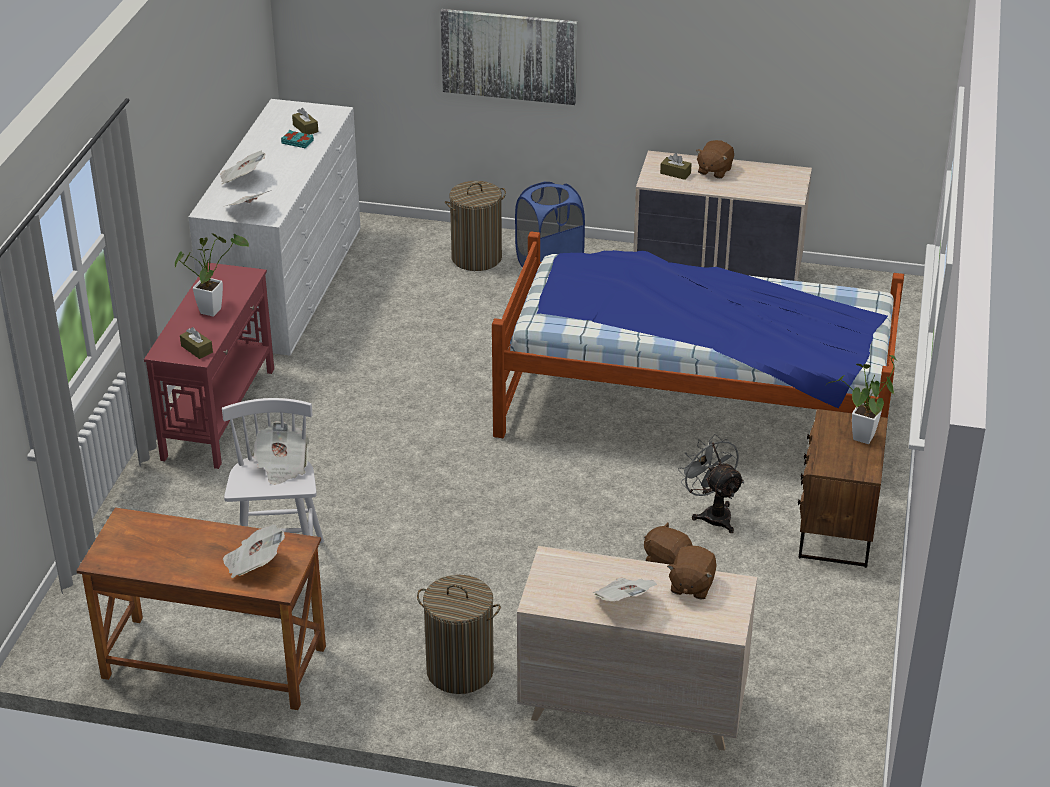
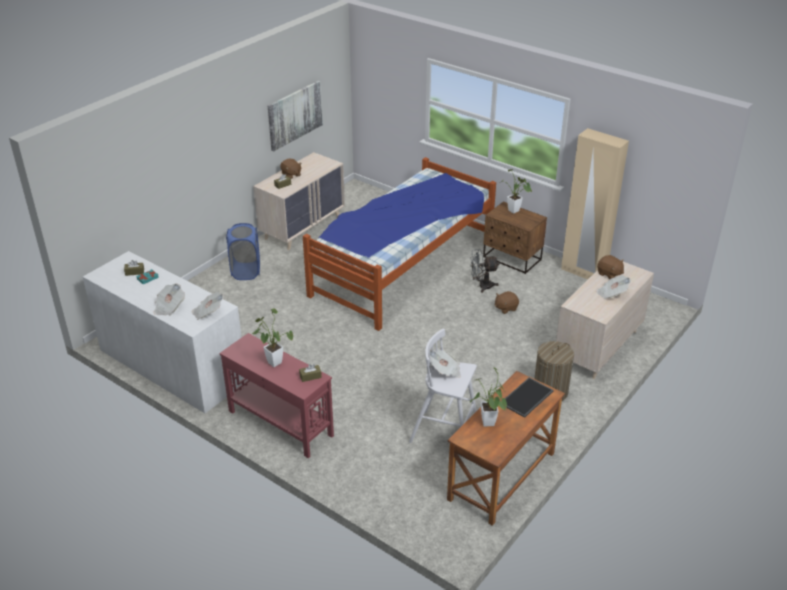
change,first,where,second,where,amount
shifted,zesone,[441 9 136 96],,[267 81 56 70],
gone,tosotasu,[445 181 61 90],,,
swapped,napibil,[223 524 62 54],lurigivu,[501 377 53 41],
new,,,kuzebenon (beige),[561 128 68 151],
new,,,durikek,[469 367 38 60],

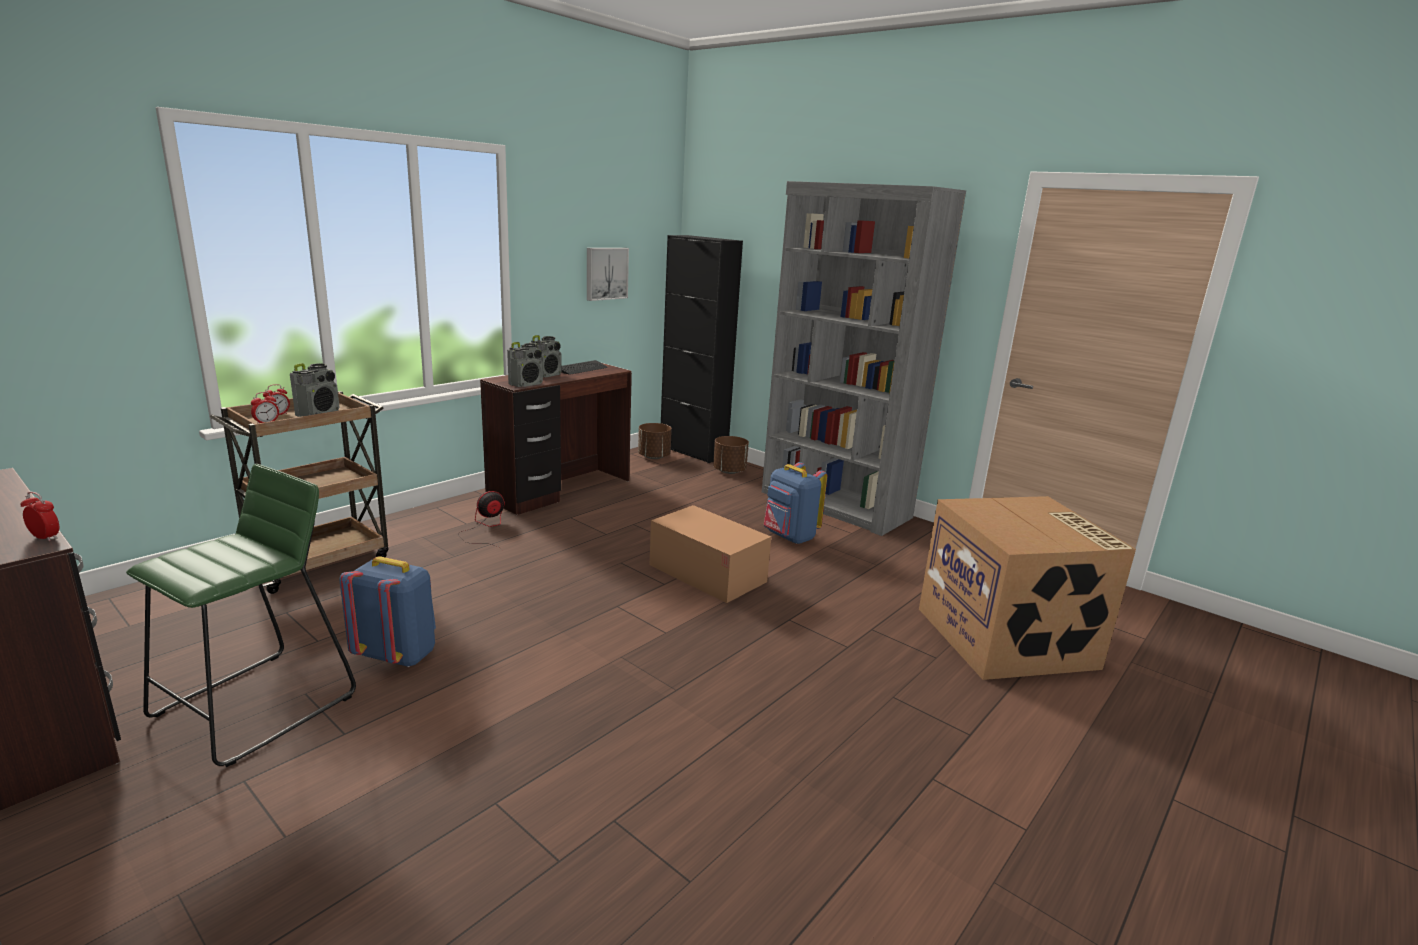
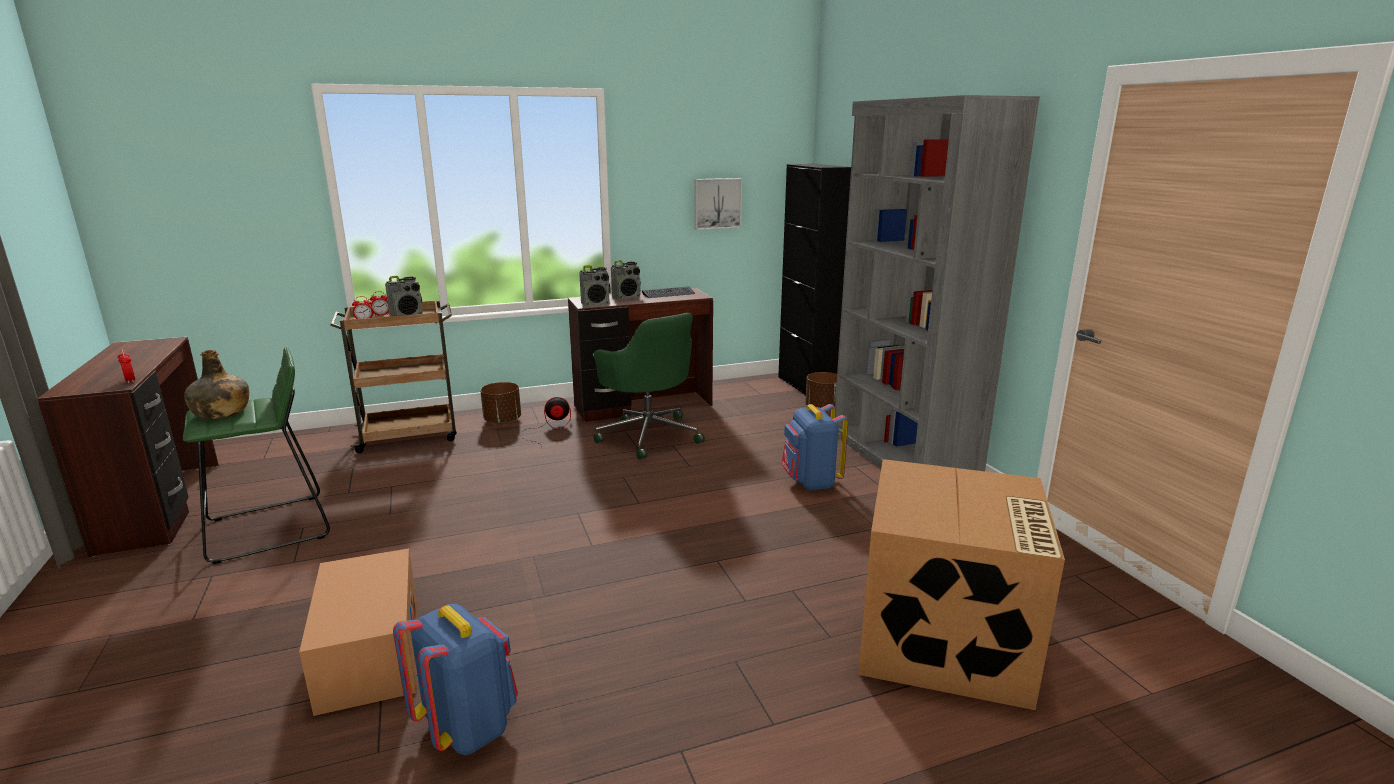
change,first,where,second,where,amount
shifted,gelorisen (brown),[638 423 34 36],,[480 382 41 42],
shifted,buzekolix,[650 505 121 98],,[299 548 118 168],
shifted,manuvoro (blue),[340 556 96 111],,[393 604 125 151],
new,,,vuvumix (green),[594 313 111 146],
new,,,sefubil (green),[184 350 65 69],

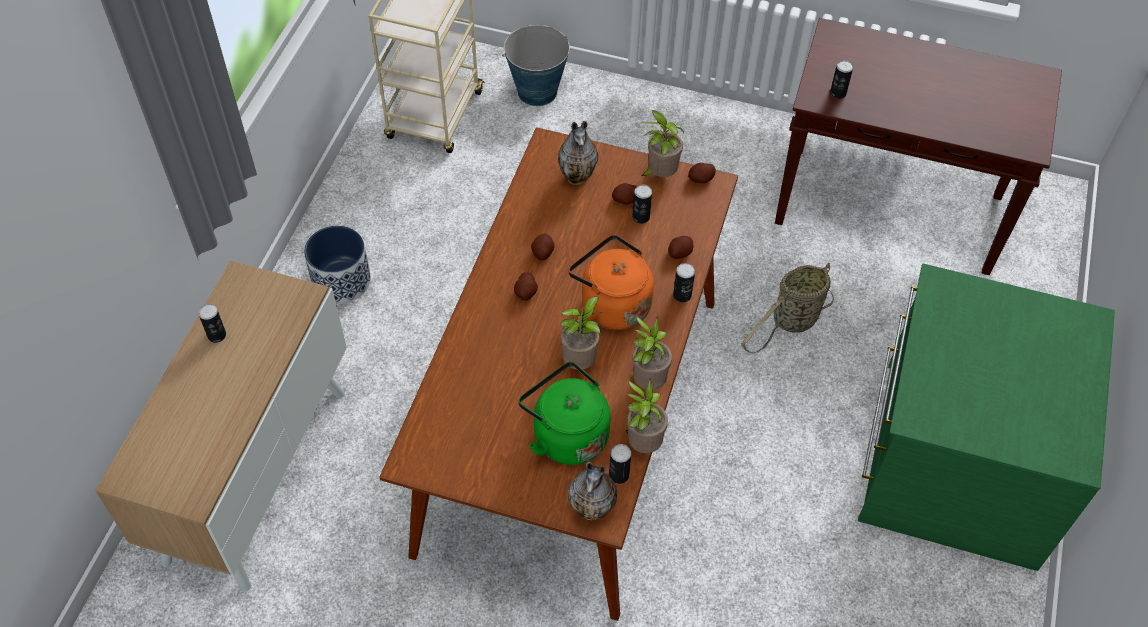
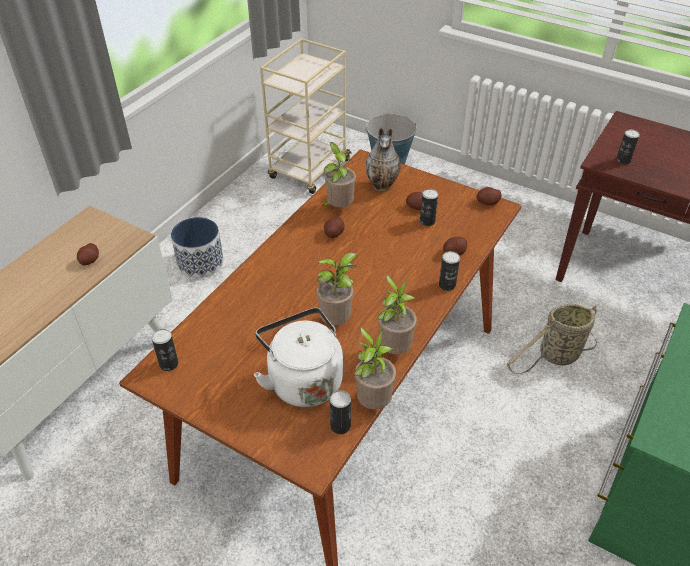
change,first,where,second,where,amount
shifted,durikek,[641 111 43 66],,[319 142 37 65],
gone,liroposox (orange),[568 235 86 95],,,
shifted,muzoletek,[514 272 24 29],,[77 243 22 22],
shifted,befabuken,[198 304 28 39],,[152 329 26 42],
repainted,liroposox (green),[519 362 92 103],liroposox (white),[253 308 90 99],
gone,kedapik,[568 462 49 58],,,

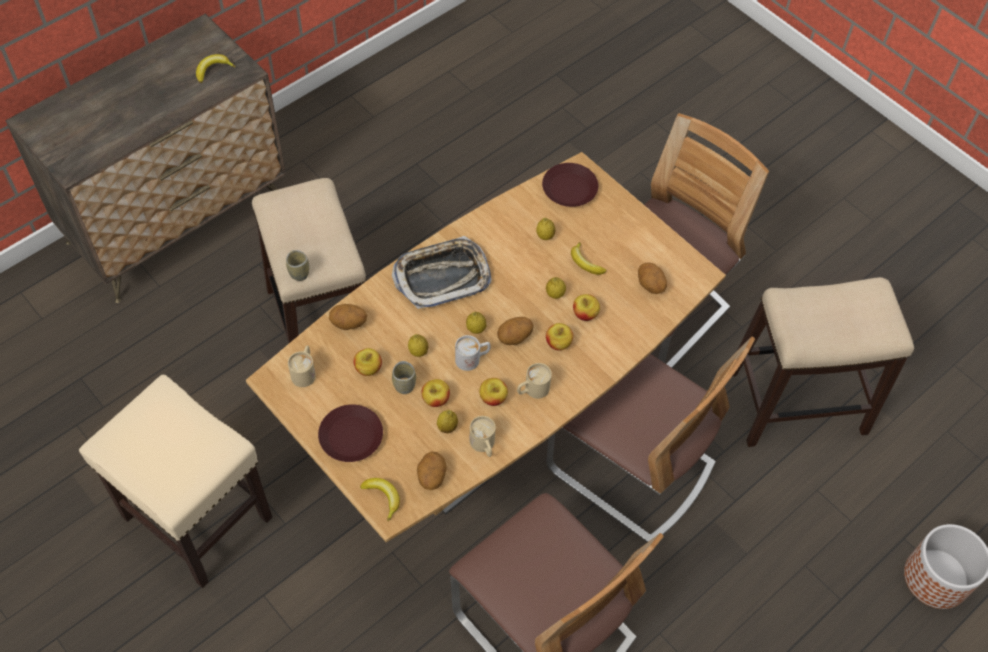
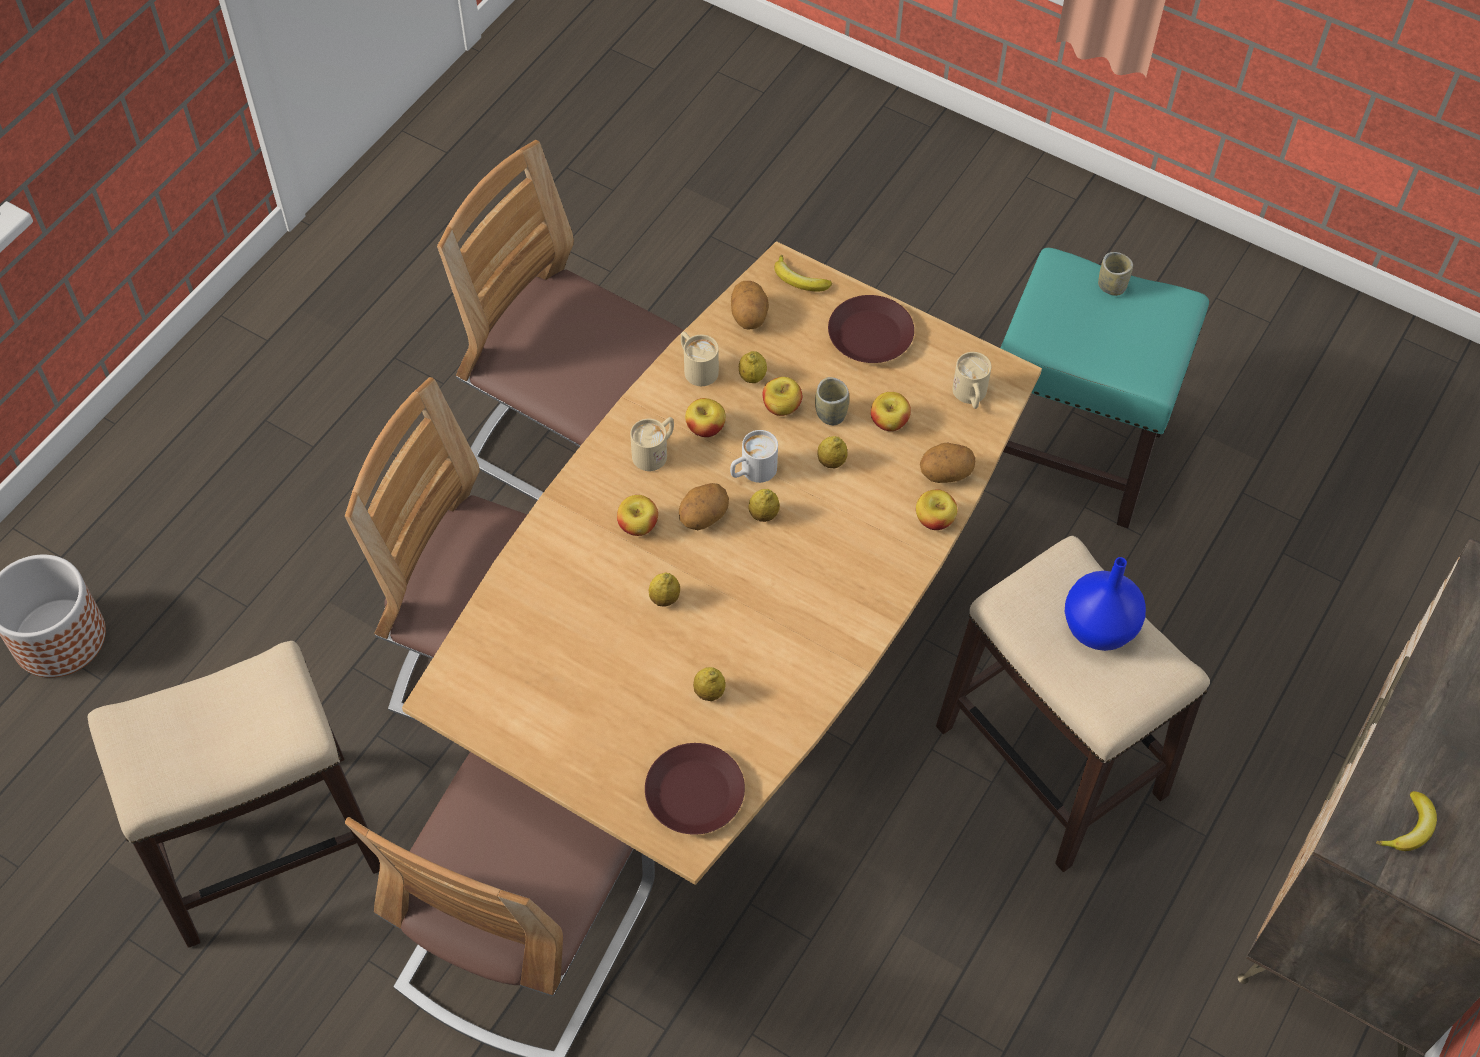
change,first,where,second,where,amount
gone,lurigivu,[392 236 100 73],,,
gone,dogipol,[571 242 35 33],,,
shifted,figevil,[286 250 23 31],,[1098 252 35 44],
gone,muzoletek,[638 263 29 31],,,
shifted,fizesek,[573 294 27 27],,[916 490 41 40],
repainted,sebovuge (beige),[79 375 193 213],sebovuge (turquoise),[1001 248 208 280],
new,,,kedapik (blue),[1065 557 81 94],

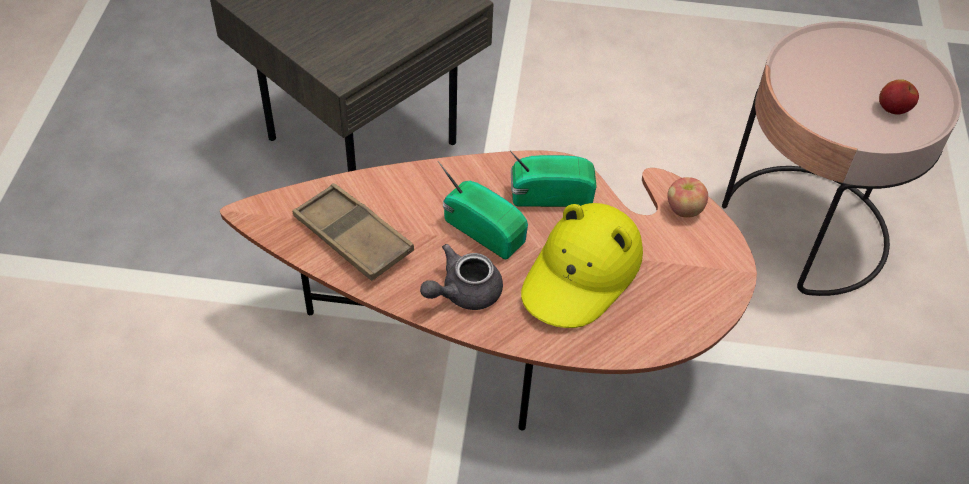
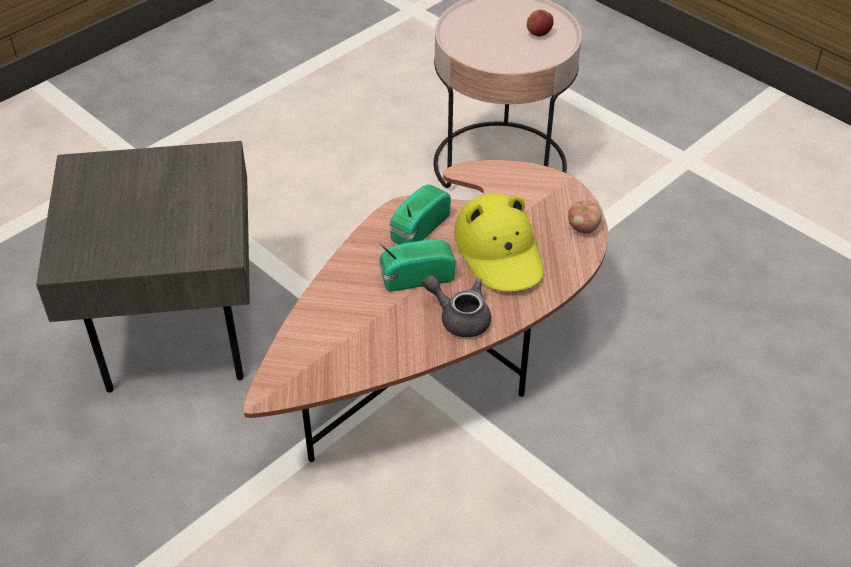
change,first,where,second,where,amount
shifted,fizesek,[667 177 41 41],,[568 200 34 34],
gone,lurigivu (brown),[293 183 121 98],,,
rotated,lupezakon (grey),[420 244 83 66],,[422 275 69 62],120 degrees clockwise

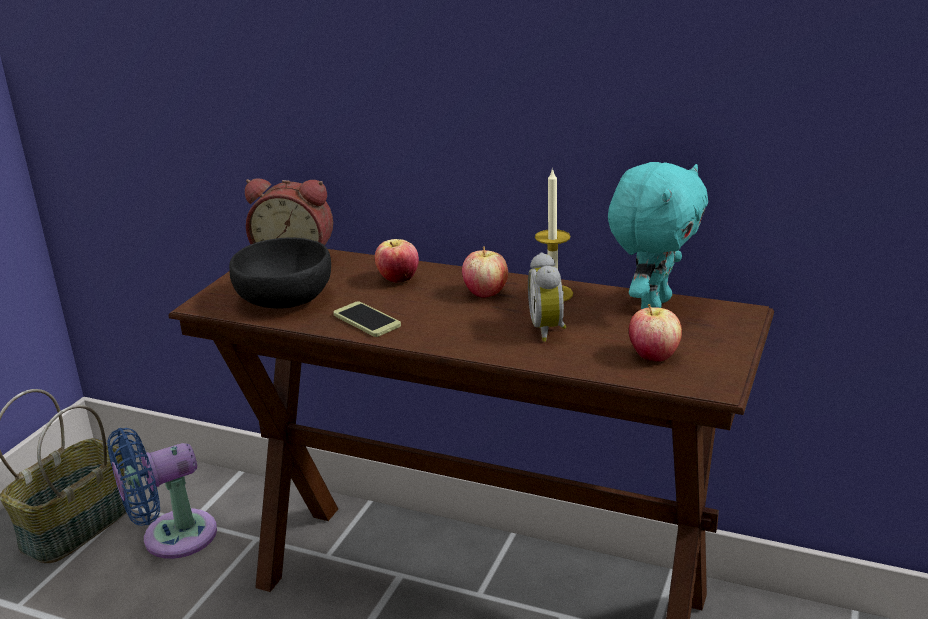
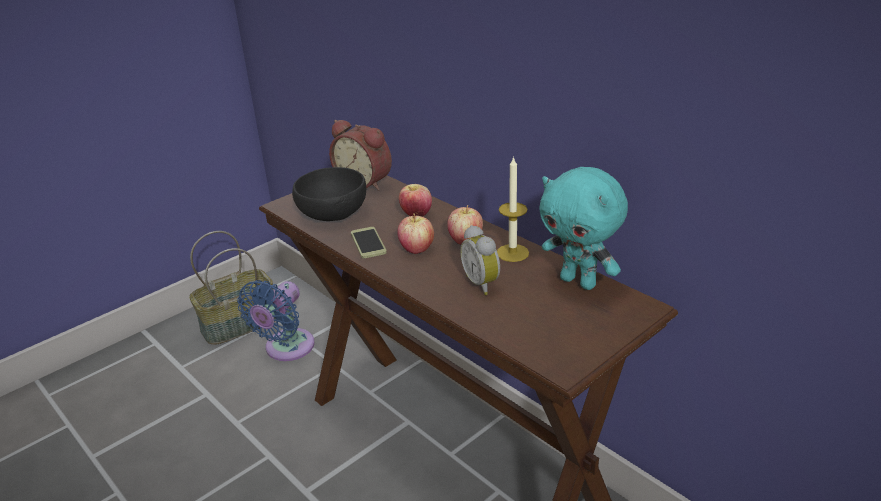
change,first,where,second,where,amount
rotated,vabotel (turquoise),[608 162 100 147],,[539 167 89 123],75 degrees clockwise
rotated,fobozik,[528 252 38 90],,[460 225 40 70],45 degrees counterclockwise
shifted,fizesek,[629 304 53 58],,[397 213 37 41],
rotated,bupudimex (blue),[107 428 110 131],,[237 280 78 81],60 degrees counterclockwise

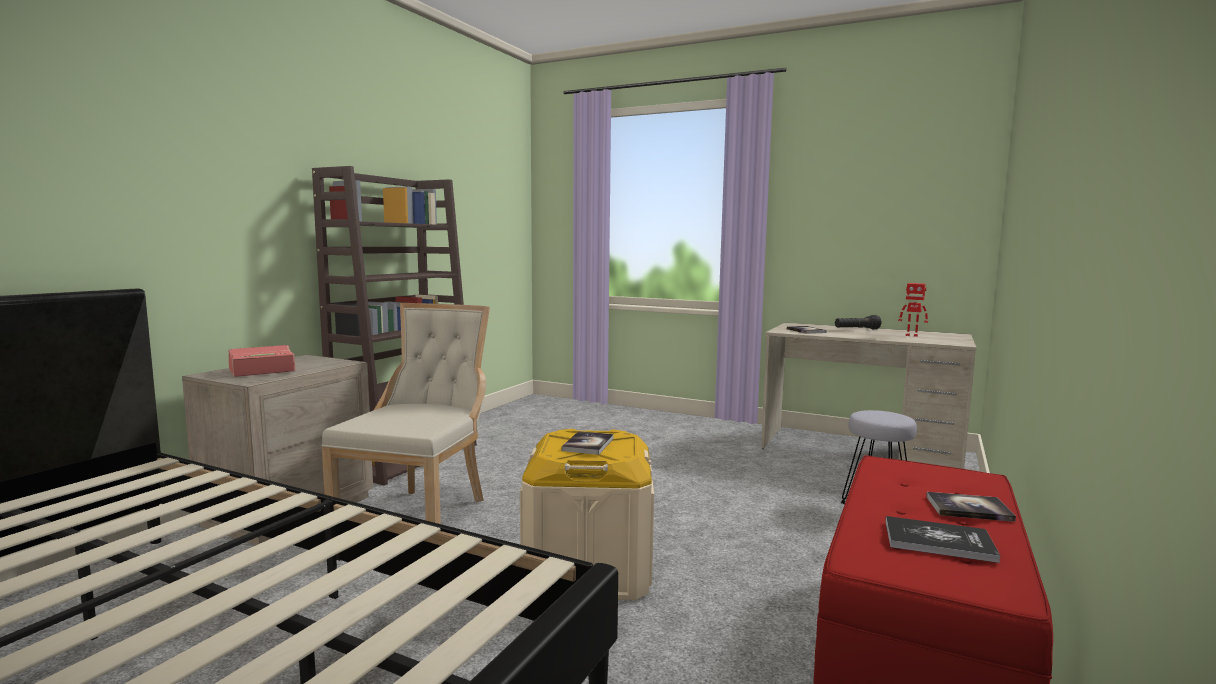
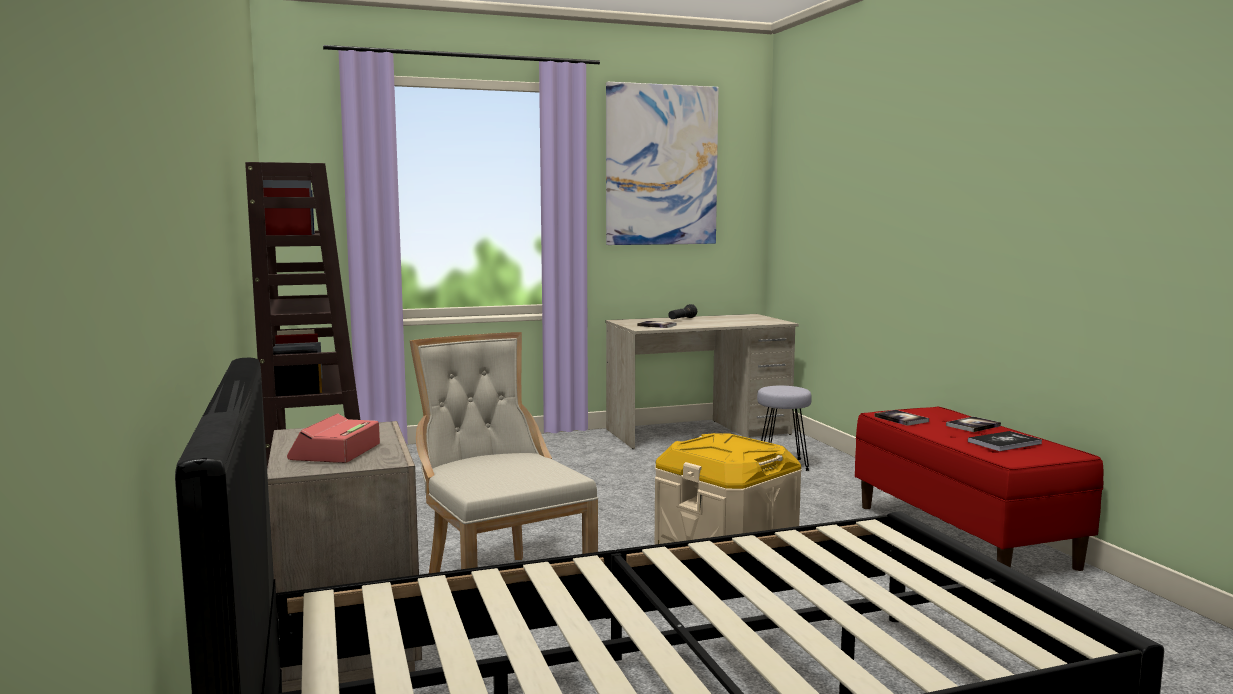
change,first,where,second,where,amount
gone,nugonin,[898 283 30 54],,,
shifted,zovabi,[562 431 52 24],,[874 410 55 16],
new,,,zesone,[606 82 113 163],

